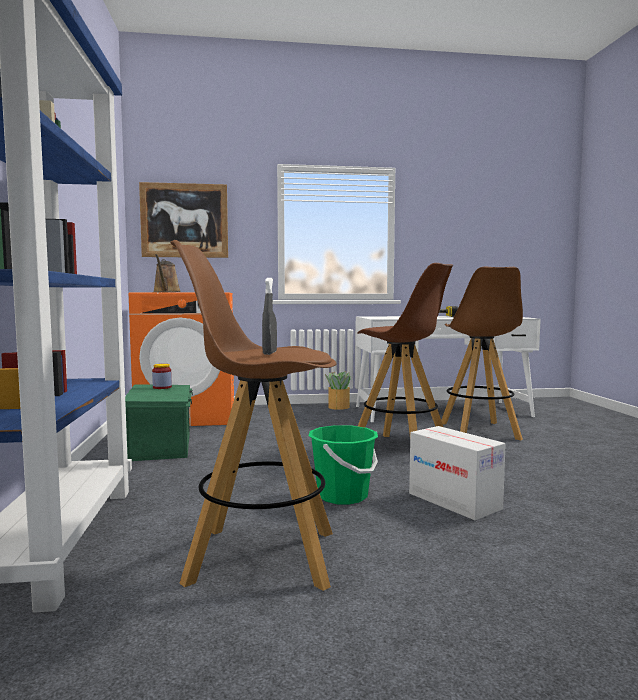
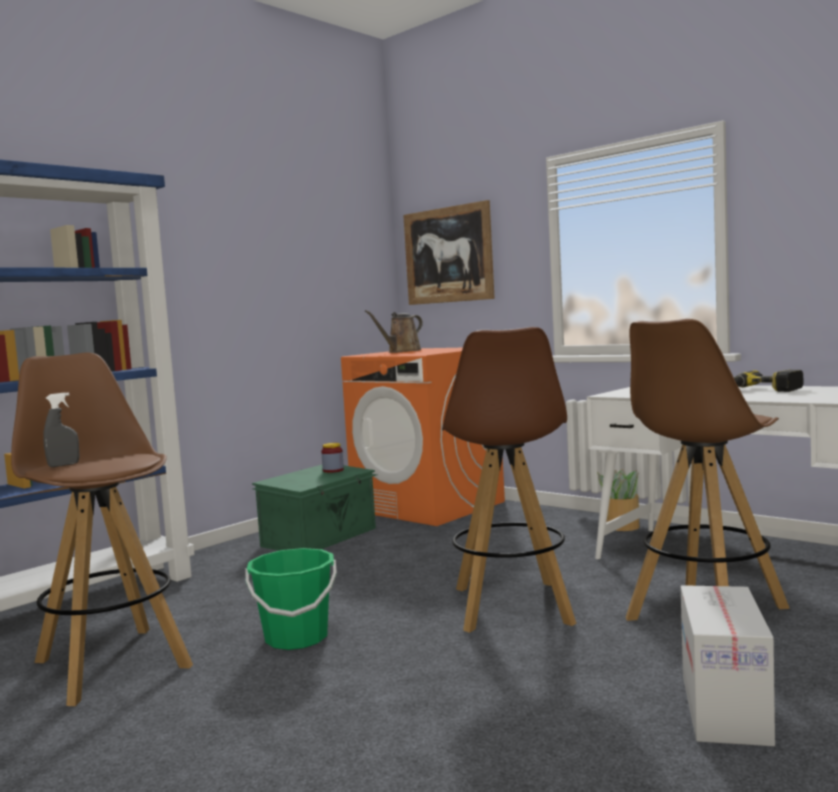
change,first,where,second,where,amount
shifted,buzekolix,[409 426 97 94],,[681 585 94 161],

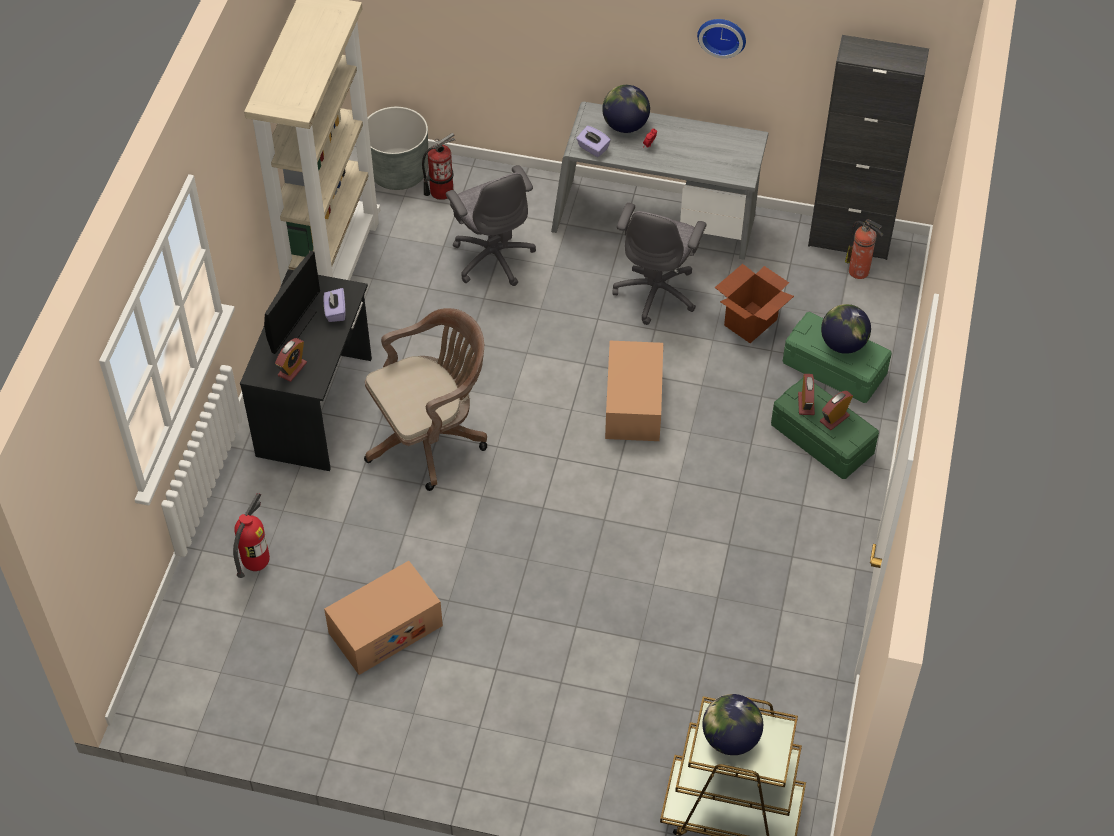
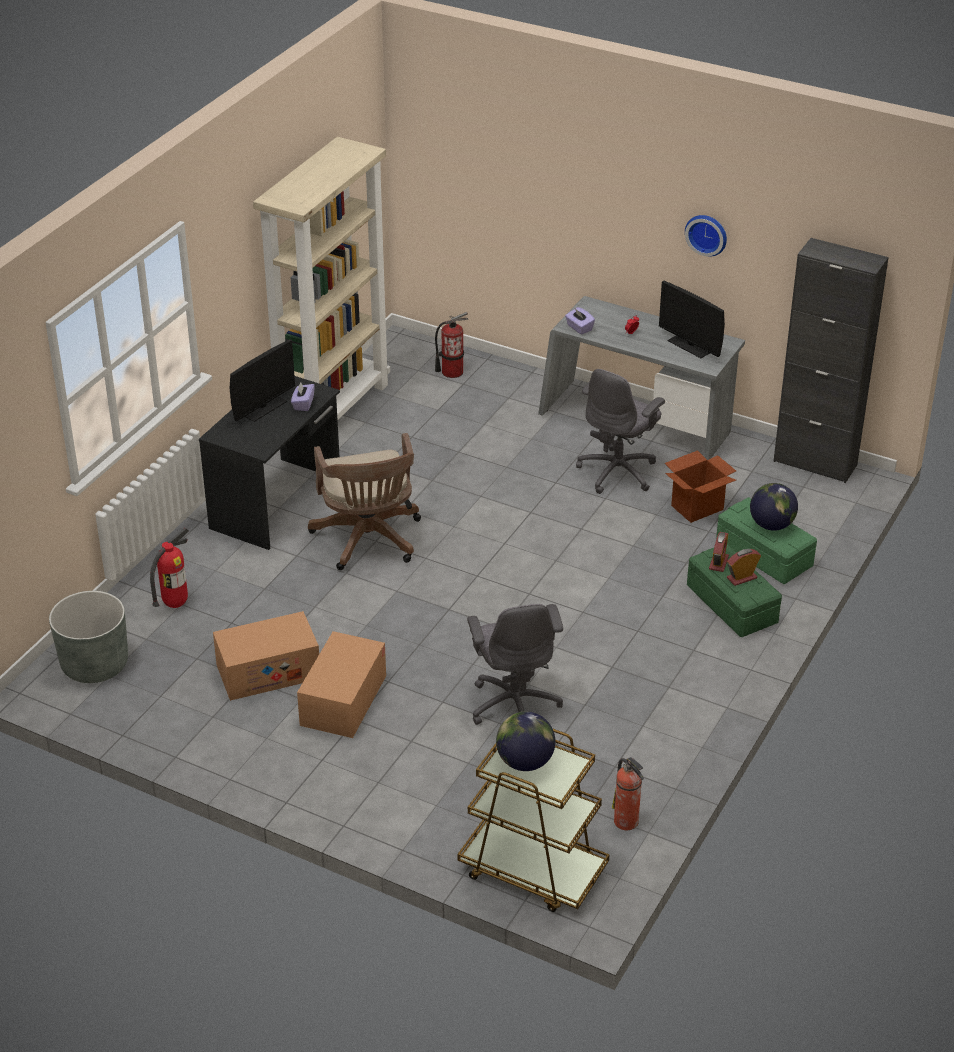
change,first,where,second,where,amount
gone,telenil,[602 85 48 48],,,
shifted,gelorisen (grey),[368 107 60 83],,[49 591 79 92],
shifted,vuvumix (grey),[446 165 90 121],,[467 604 96 121],
shifted,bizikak,[845 219 38 60],,[612 757 32 73],
rotated,vuvumix (brown),[364 308 123 183],,[308 433 113 137],90 degrees clockwise
gone,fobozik,[275 338 32 44],,,
shifted,buzekolix,[605 341 58 100],,[297 631 89 107],
new,,,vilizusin,[659 281 66 77],

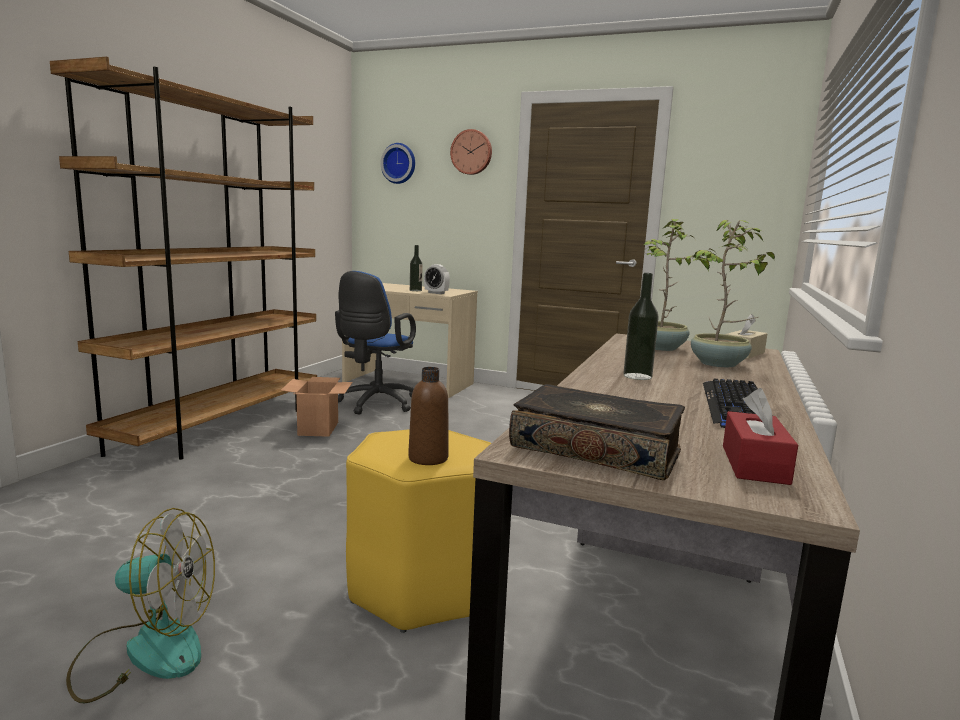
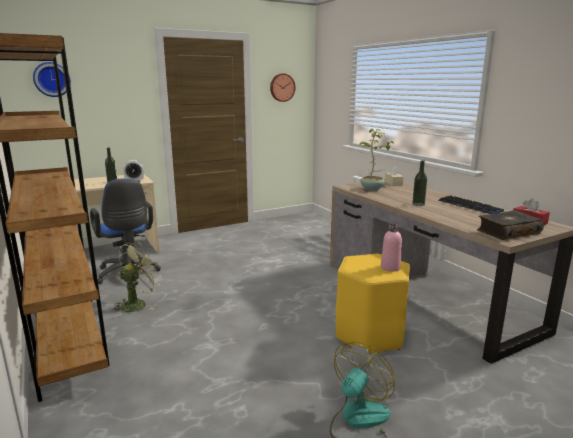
change,first,where,second,where,amount
shifted,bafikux,[450 129 42 46],,[270 73 25 29],
gone,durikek,[691 220 84 147],,,
repainted,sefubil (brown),[408 367 41 98],sefubil (pink),[381 224 21 48],
swapped,buzekolix,[281 377 72 60],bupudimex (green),[113 241 49 71],

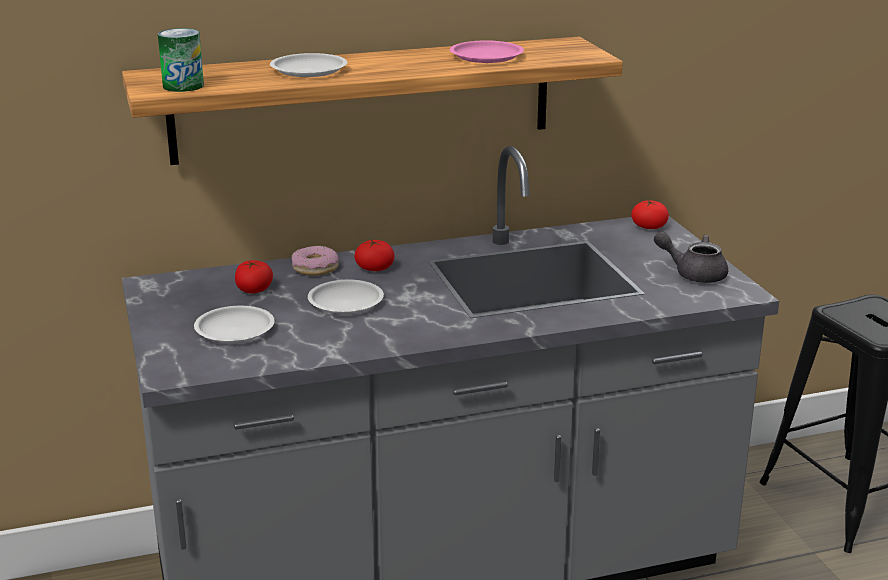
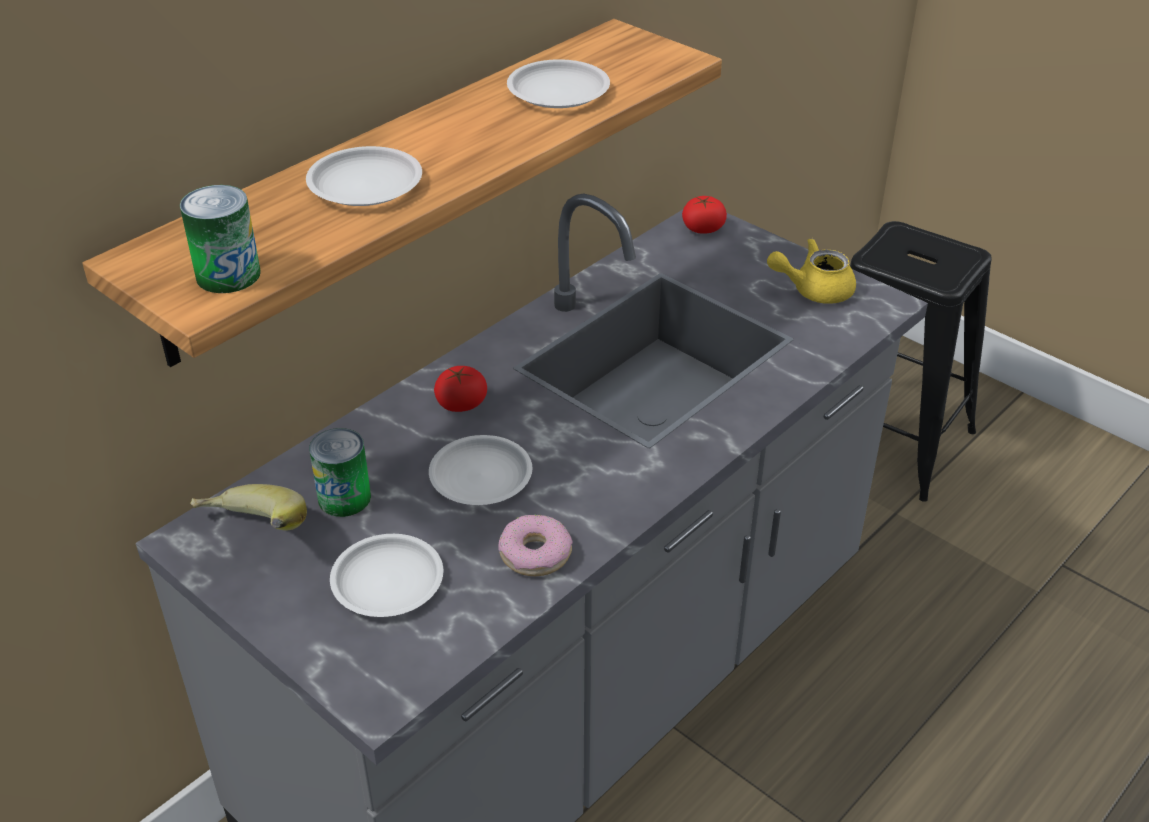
change,first,where,second,where,amount
repainted,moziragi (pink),[450 40 74 23],moziragi (white),[507 59 103 49],
repainted,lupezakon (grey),[654 231 74 52],lupezakon (yellow),[767 238 89 66],
shifted,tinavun,[292 246 47 30],,[498 515 75 61],
swapped,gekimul,[235 260 38 33],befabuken,[309 428 62 89],
new,,,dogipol,[190 484 117 47],

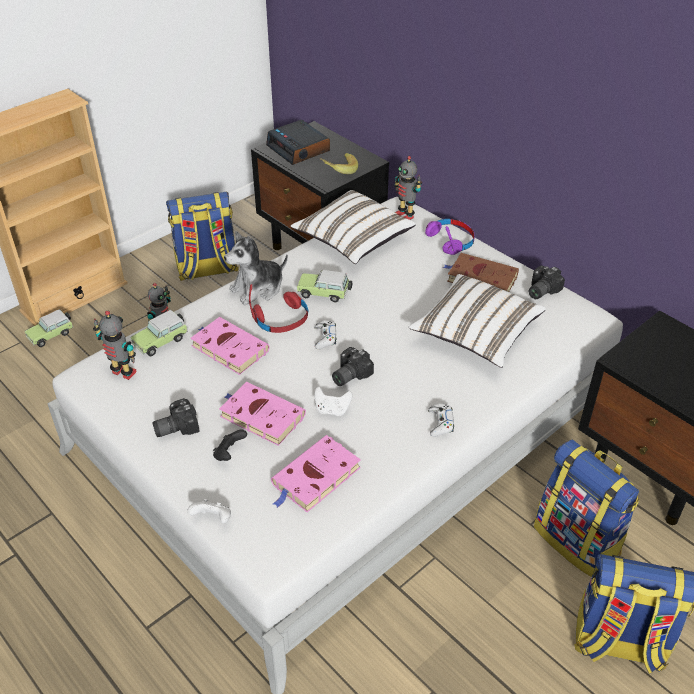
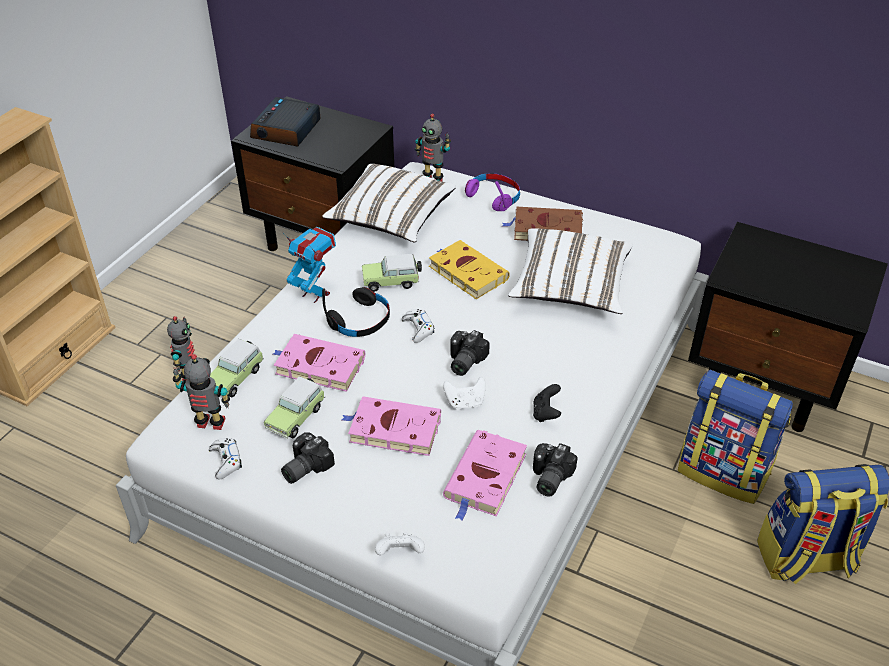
change,first,where,second,where,amount
rotated,fobozik,[266 120 64 45],,[250 97 71 49],75 degrees clockwise
gone,dogipol,[319 153 39 21],,,
gone,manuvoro,[166 192 73 89],,,
swapped,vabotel,[224 231 64 74],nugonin,[282 227 54 76],
shifted,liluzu,[529 265 36 34],,[533 443 45 54],
repainted,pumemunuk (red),[249 284 59 49],pumemunuk (black),[322 287 68 50],
shifted,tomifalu,[24 309 50 38],,[264 376 62 63],
shifted,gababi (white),[428 403 26 34],,[209 438 33 41],
shifted,gababi (black),[213 430 34 31],,[533 384 28 38],
new,,,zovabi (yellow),[429 240 81 59],

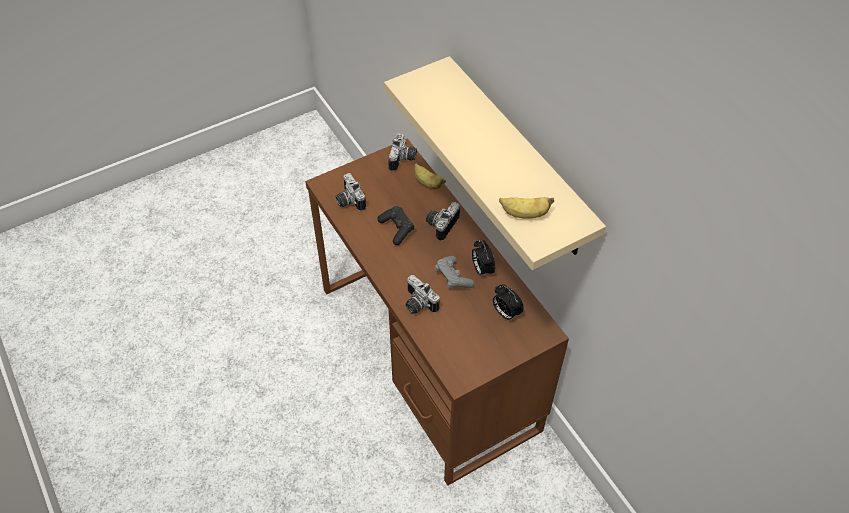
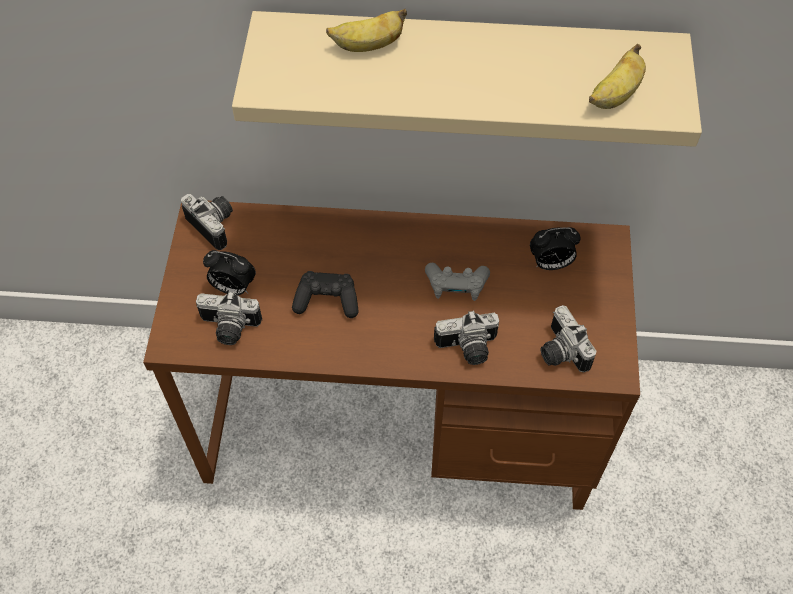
change,first,where,second,where,amount
shifted,dogipol,[414 164 32 25],,[326 9 81 43],
shifted,liluzu,[426 202 34 39],,[541 305 56 67],
shifted,fobozik,[472 240 23 38],,[203 250 53 45],

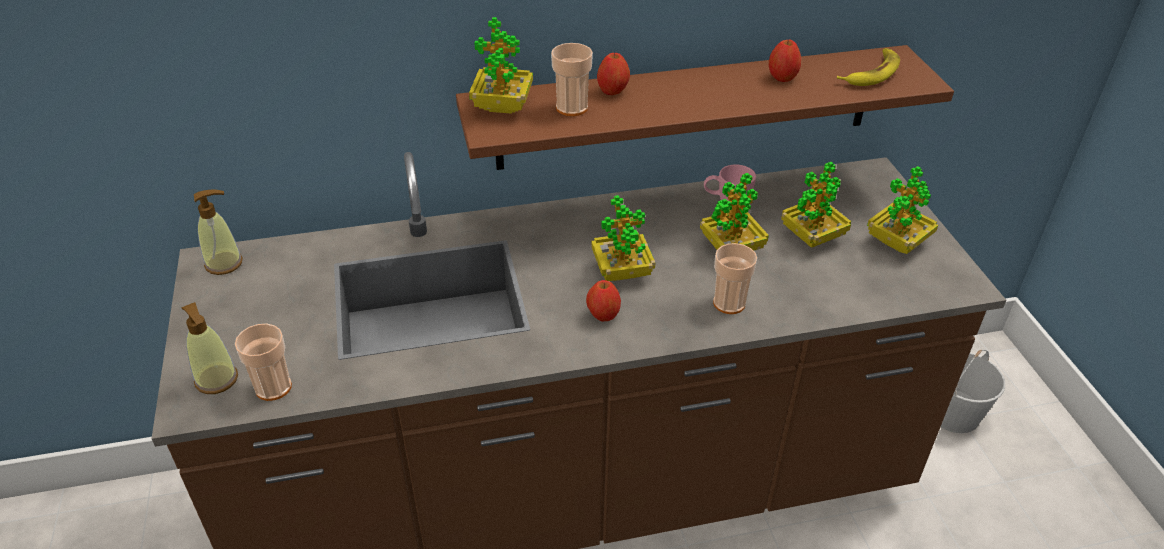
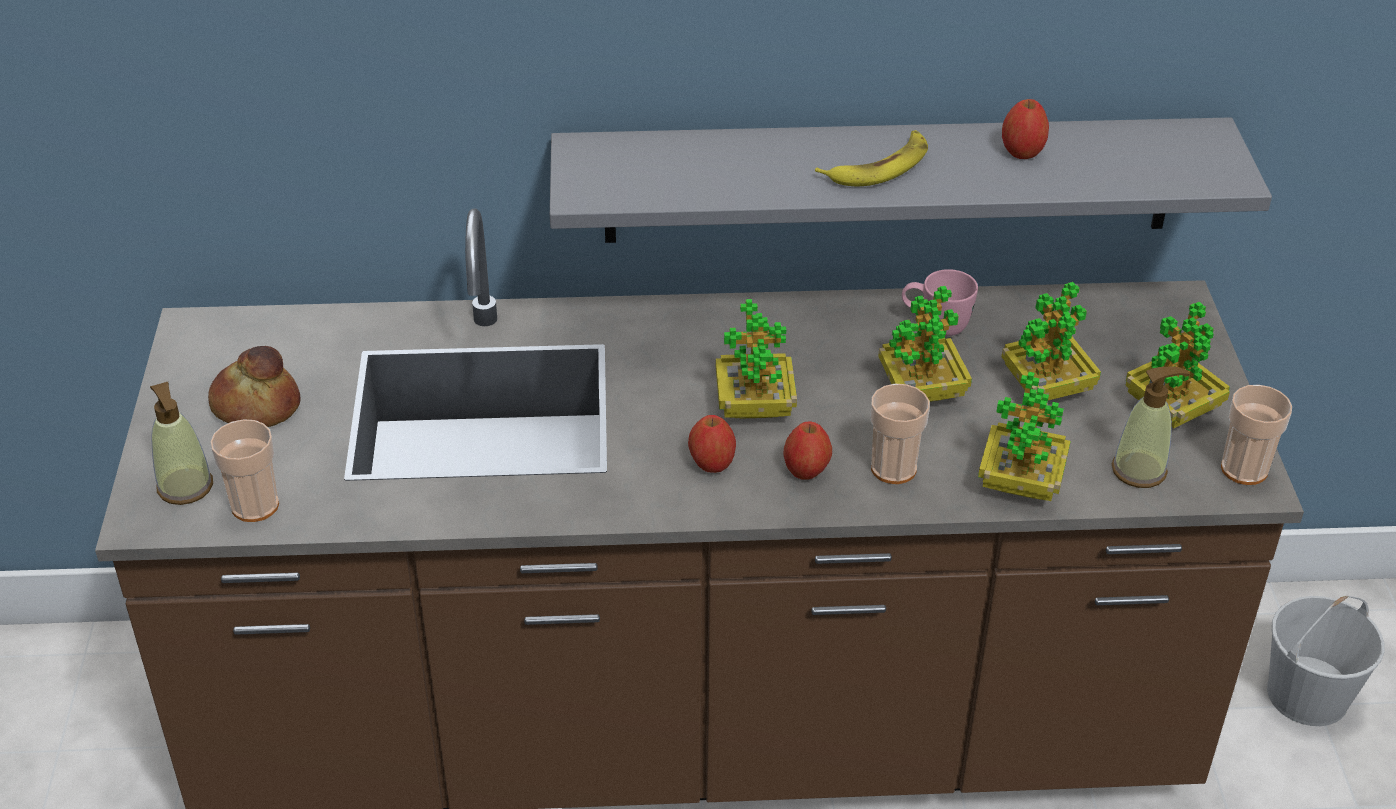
change,first,where,second,where,amount
shifted,durikek,[469 17 64 97],,[978 372 93 129],
shifted,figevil,[551 43 42 73],,[1221 385 71 100],
repainted,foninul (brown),[456 45 498 125],foninul (grey),[550 117 722 126],
shifted,dogipol,[837 48 63 38],,[815 130 113 56],
shifted,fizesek,[597 53 33 42],,[784 422 48 58],
shifted,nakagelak,[194 189 49 86],,[1112 367 78 121],
new,,,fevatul,[208 346 93 81],

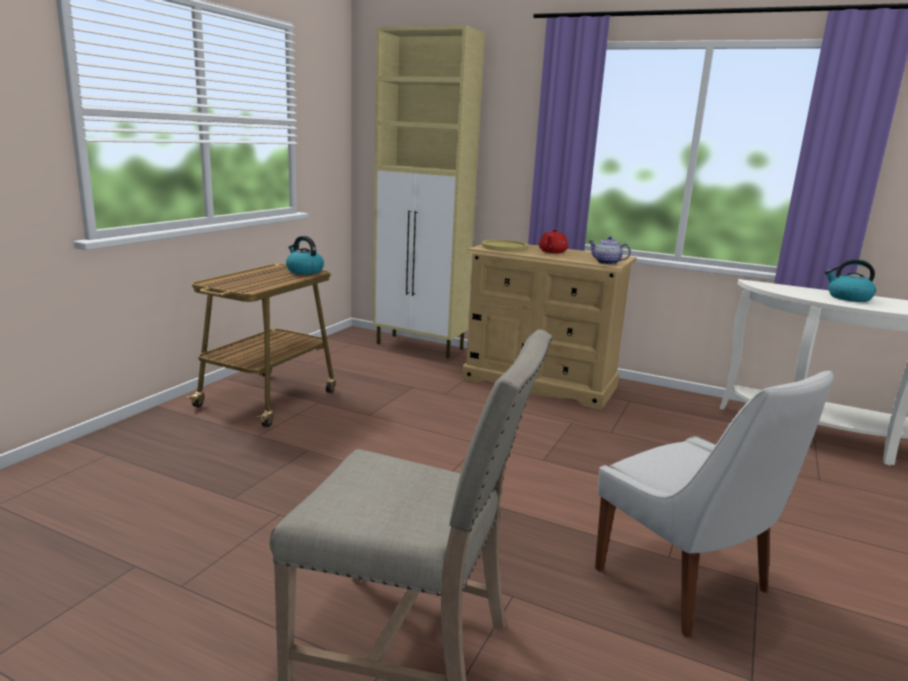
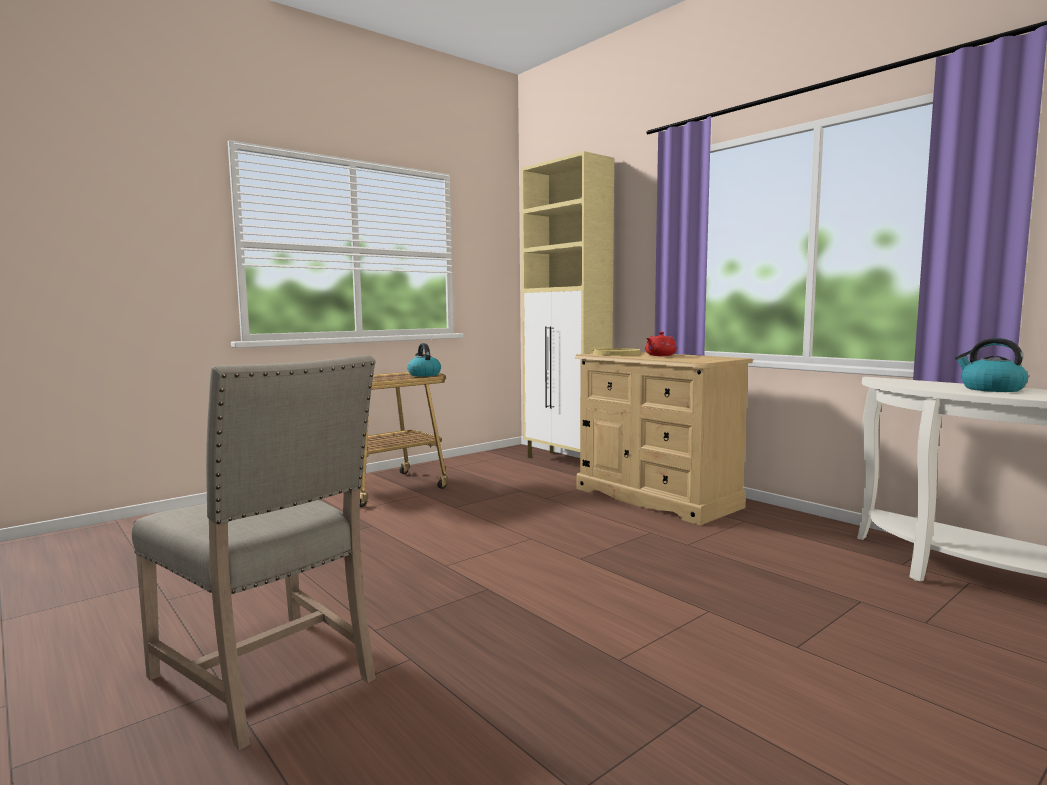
change,first,where,second,where,amount
gone,lupezakon,[589 236 42 29],,,
gone,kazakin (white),[595 370 239 267],,,

